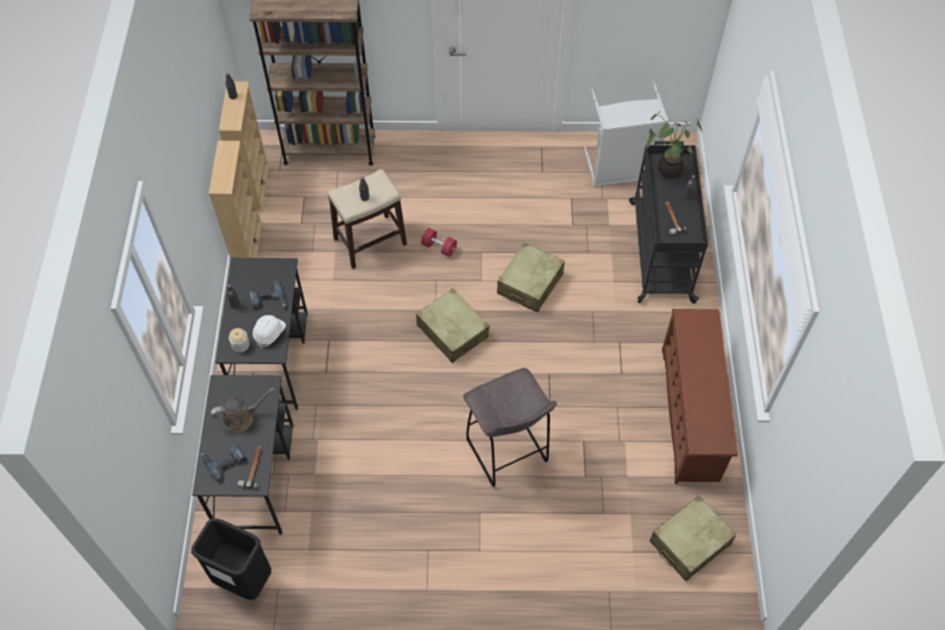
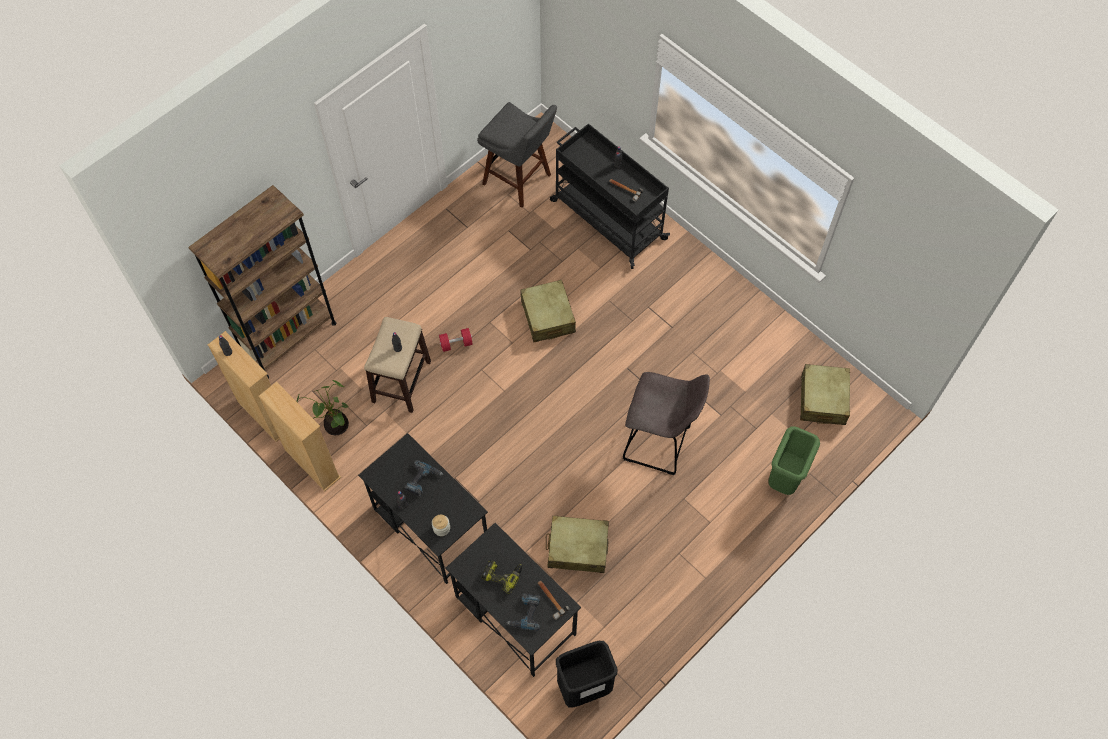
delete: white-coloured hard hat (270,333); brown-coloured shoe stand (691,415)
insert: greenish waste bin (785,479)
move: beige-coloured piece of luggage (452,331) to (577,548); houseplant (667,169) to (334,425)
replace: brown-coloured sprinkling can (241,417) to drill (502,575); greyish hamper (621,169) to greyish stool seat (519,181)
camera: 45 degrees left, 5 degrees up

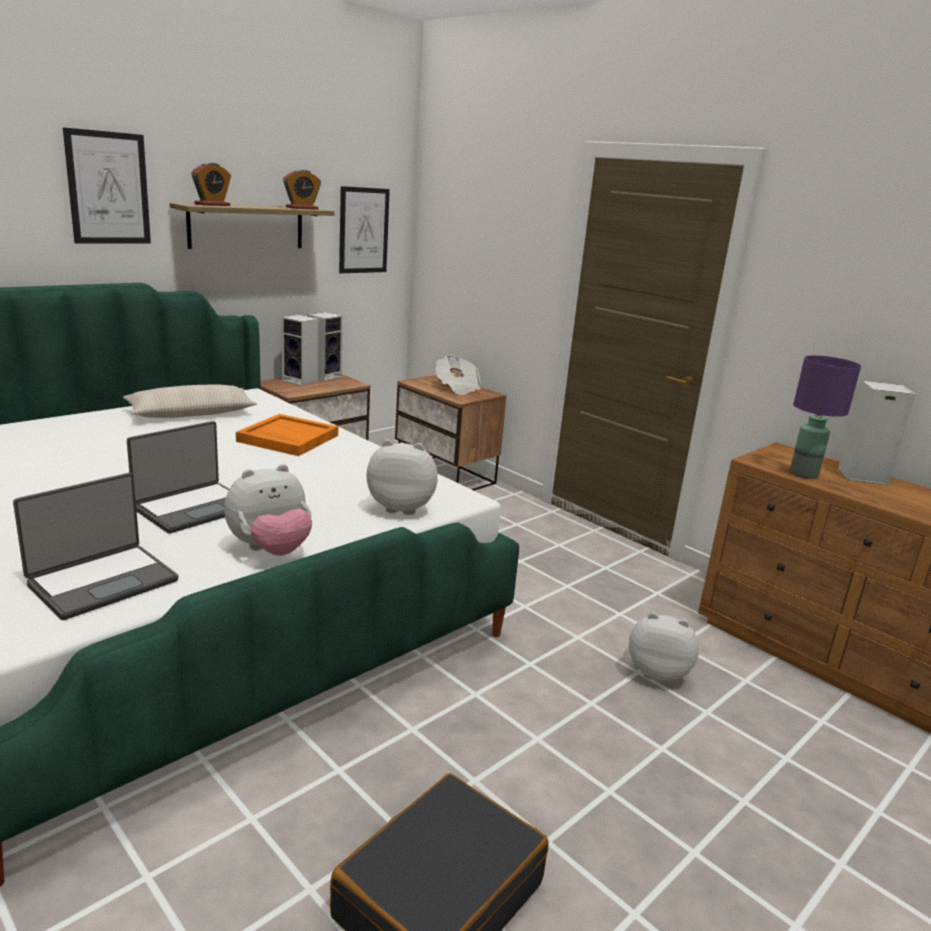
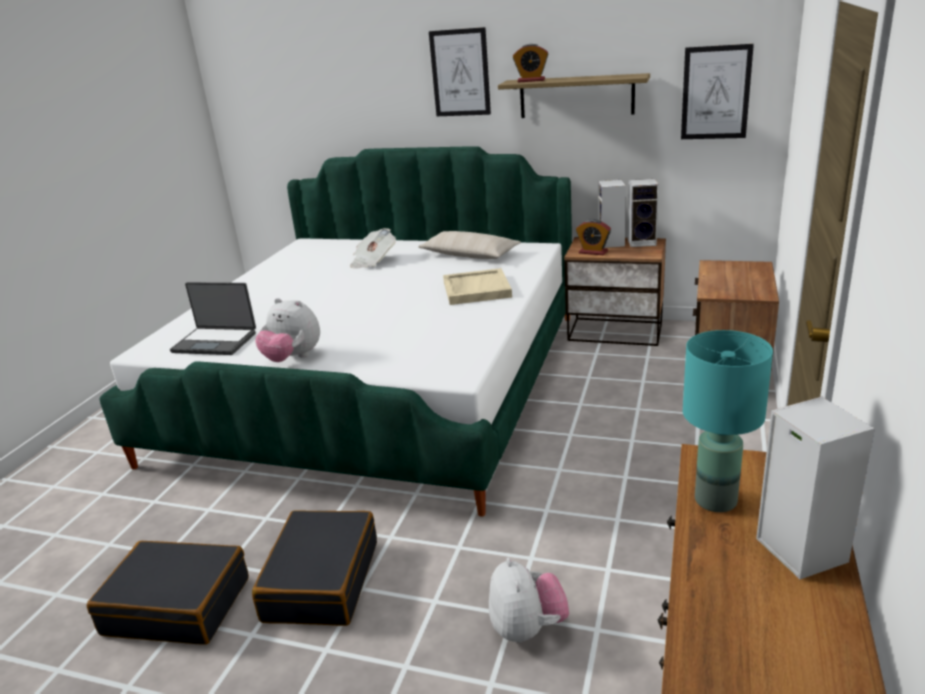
delete: portable computer (193,508); cuddly toy (402,507)
insert: blackish piece of luggage (321,580)
move: table clock (302,208) to (593,252); daily paper (457,388) to (373,261)
recolor: orange-coloured serving tray (287,438) to beige-coloured serving tray (476,289); purplish lamp for a table (802,474) to turquoise-coloured lamp for a table (715,499)
camera: 65 degrees right, 5 degrees up

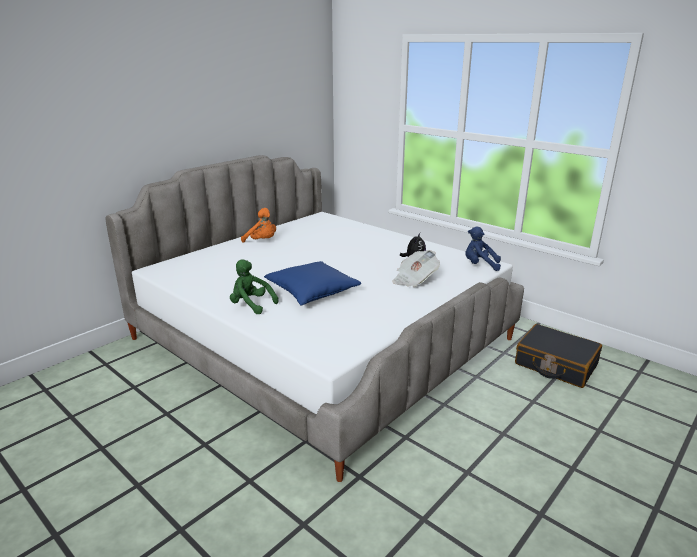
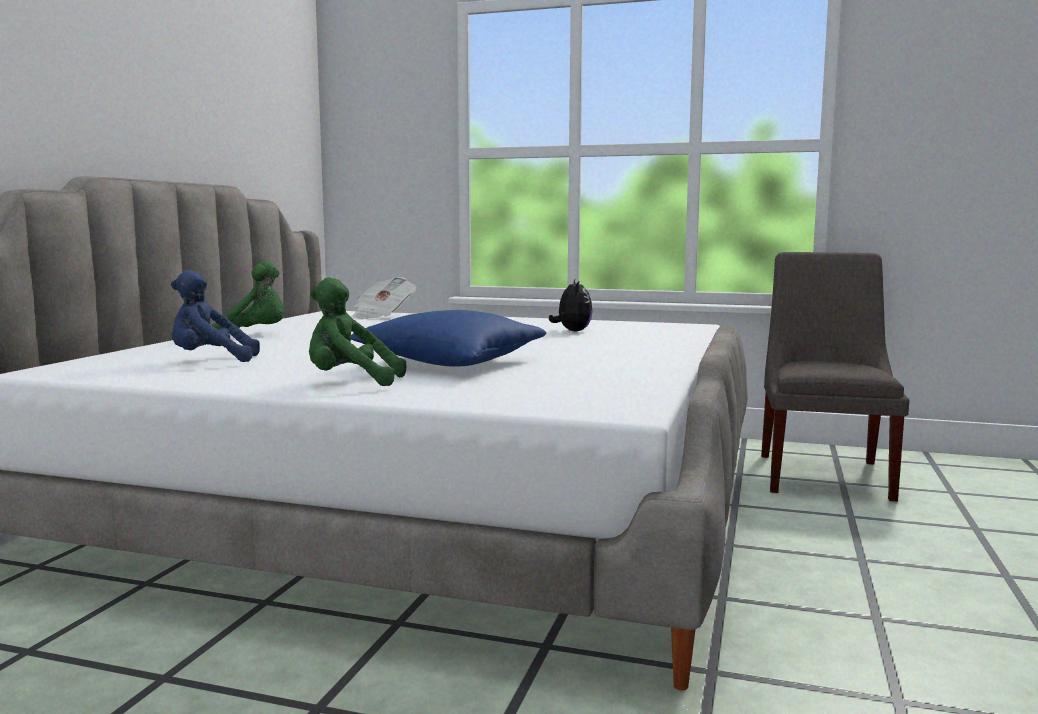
move: daily paper (414,280) to (382,316); bluish cuddly toy (480,265) to (210,361)
replace: blackish piece of luggage (555,364) to greyish chair (824,474)
recolor: orange-coloured cuddly toy (262,241) to greenish cuddly toy (256,334)
camera: 25 degrees left, 15 degrees down

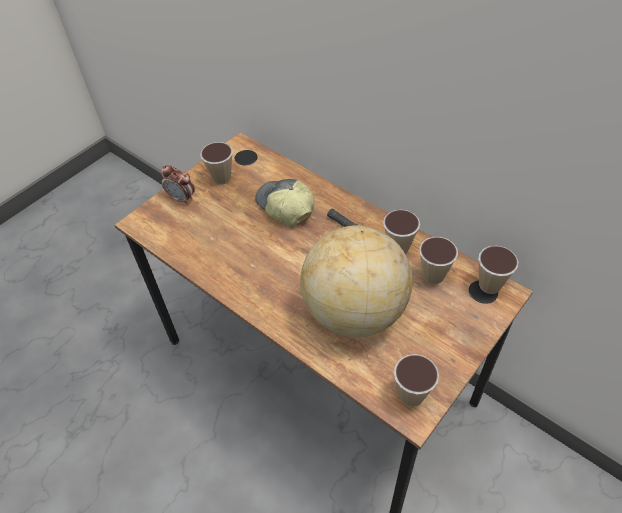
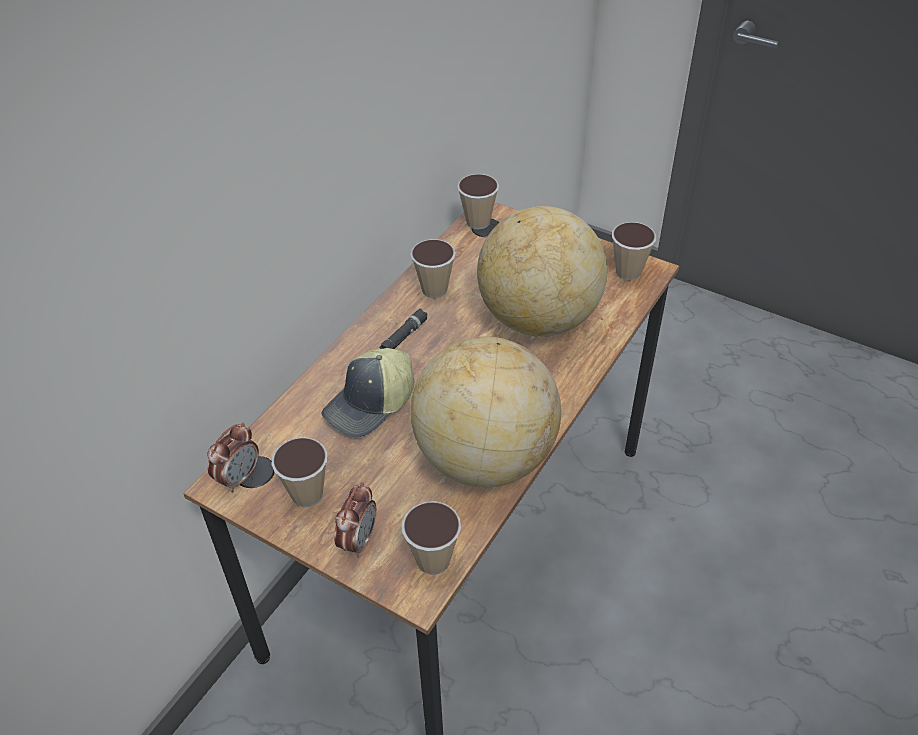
insert: table clock (239,477); desk globe (484,458)
move: small cup (433,275) to (433,560)
camera: 100 degrees left, 5 degrees down

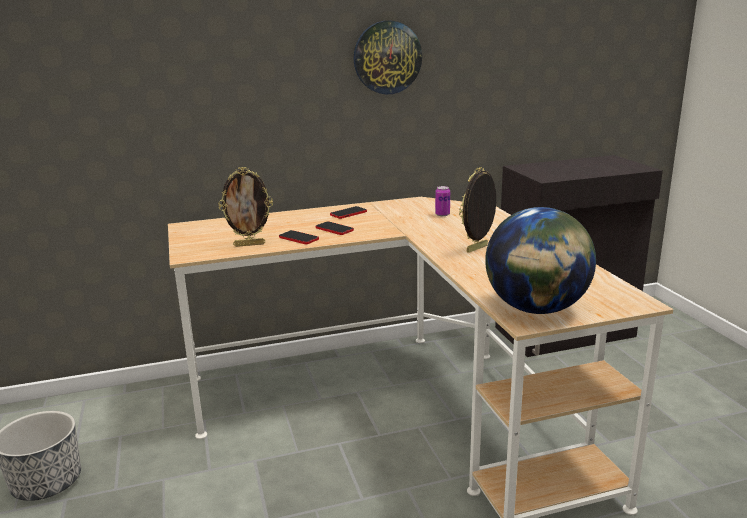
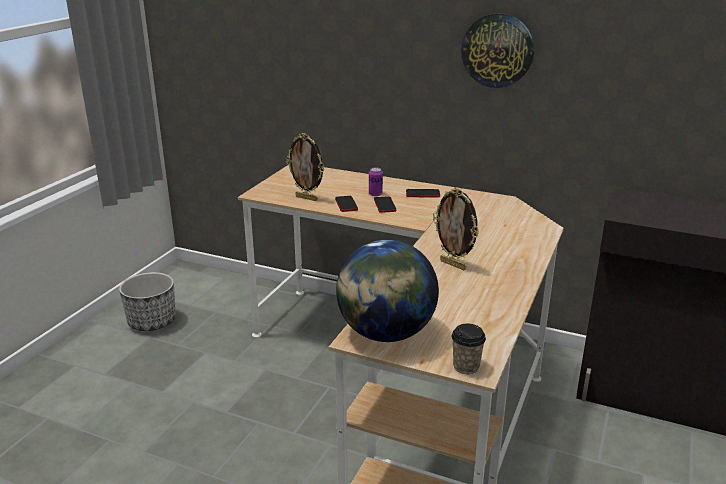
insert: small cup (466,366)
move: can (442,214) to (375,194)
rotate: photo frame (478,249) = (453,265) 135 degrees counterclockwise
camera: 40 degrees right, 5 degrees up

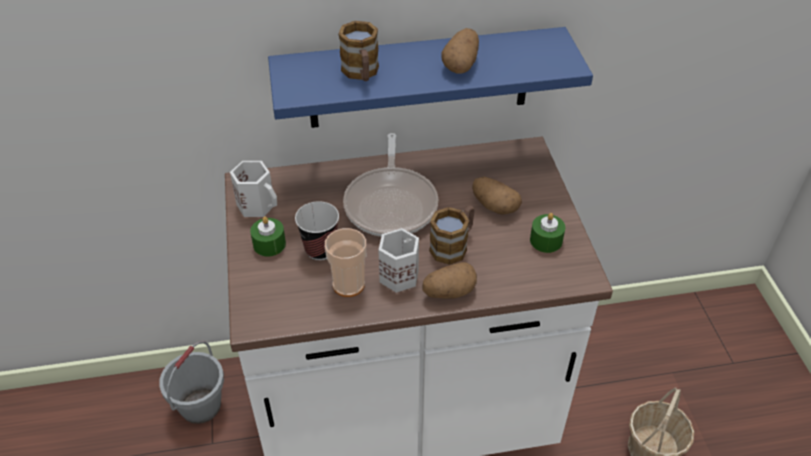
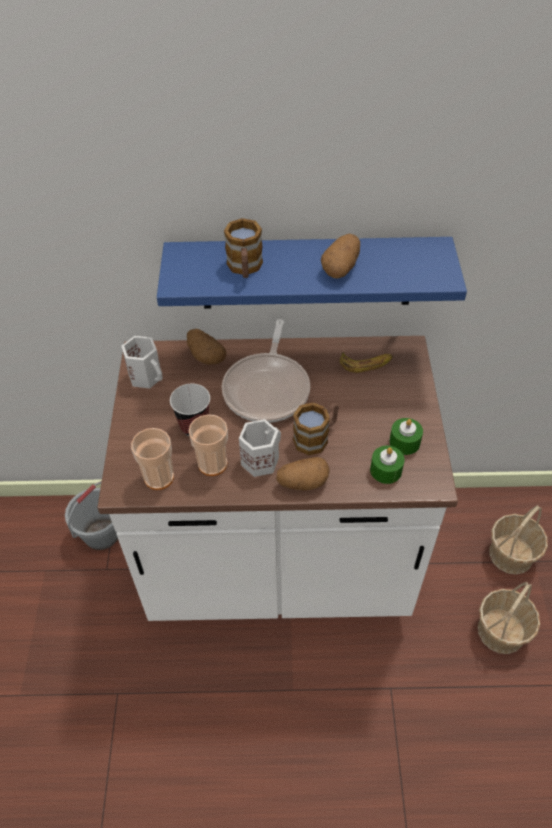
insert: small cup (159,477); banana fruit (366,363); storage basket (511,554)
move: greenish candle (269,244) to (386,470); potato (494,206) to (205,356)
camera: 10 degrees right, 5 degrees up

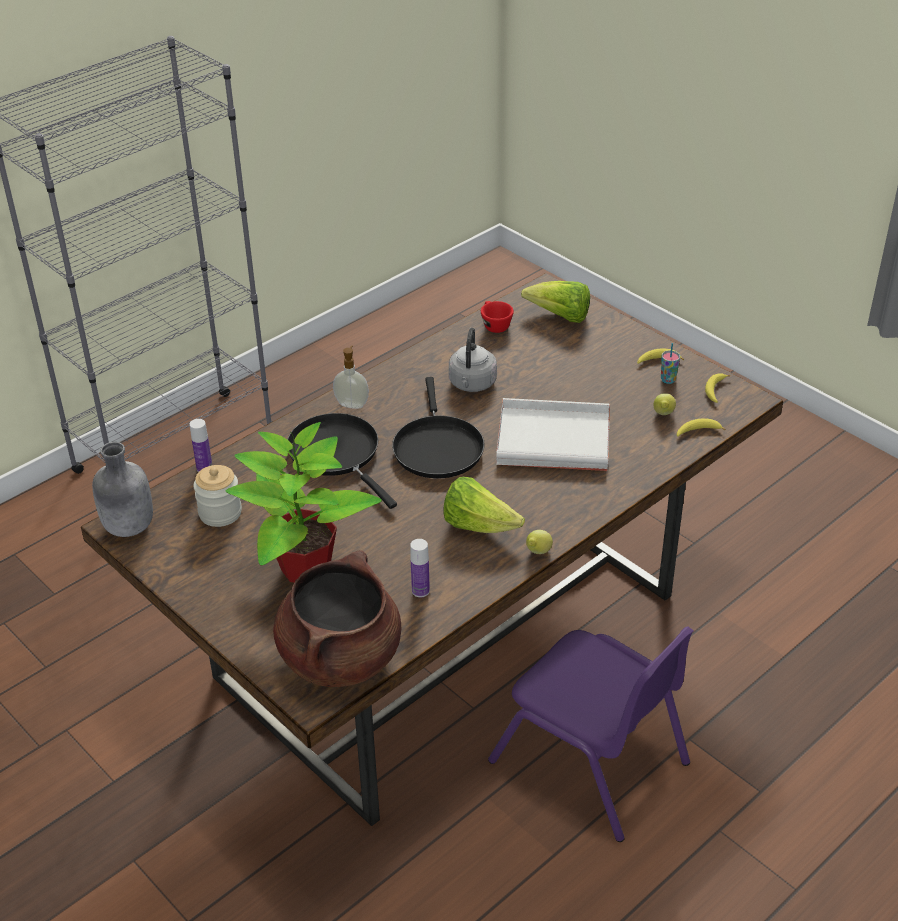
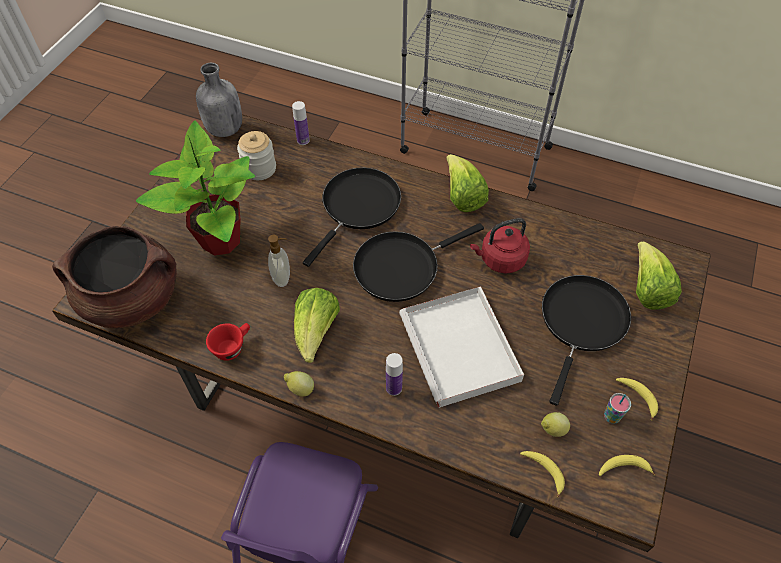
insert: lettuce (463,196); blackish pan (582,323)
move: soap dispenser (352,404) to (282,278); beverage bottle (420,591) to (394,388); red small cup (494,325) to (232,346)
recolor: greyish water kettle (472,384) to red water kettle (500,259)
camera: 65 degrees right, 15 degrees up

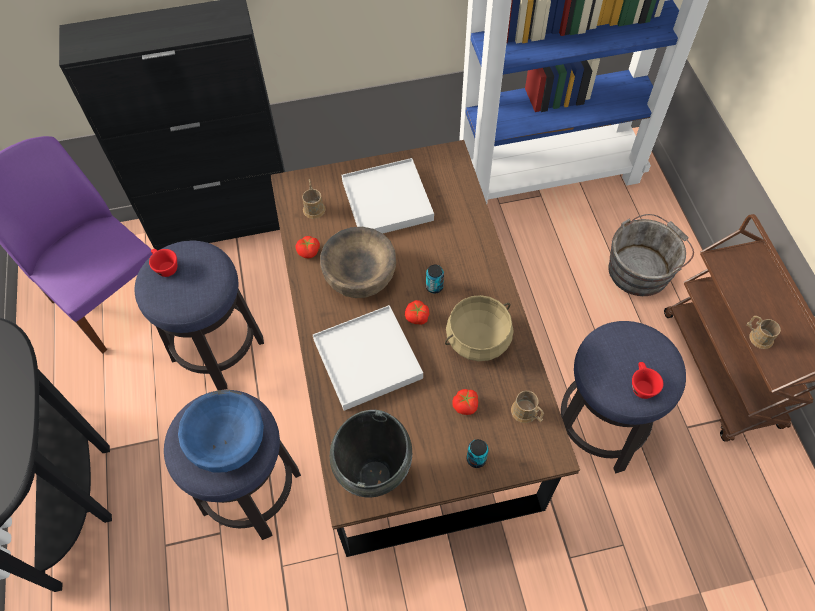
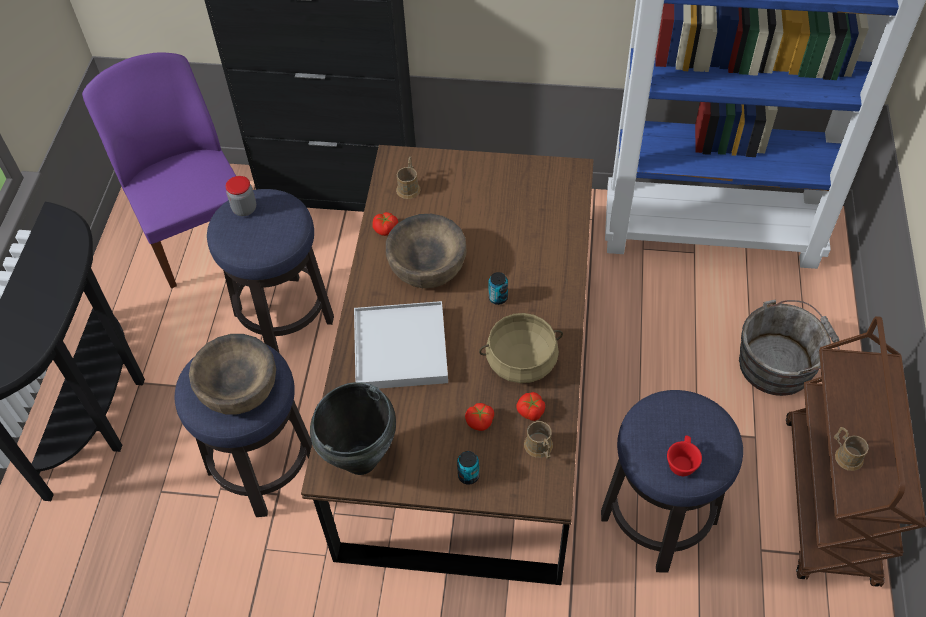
delete: white-coloured serving tray (387,201)
move: tomato (417,317) to (530,411)
replace: red small cup (165,267) to storage jar (244,209)
recolor: bluish deep dish (227,440) to brown-coloured deep dish (238,387)
camera: 20 degrees right, 5 degrees down

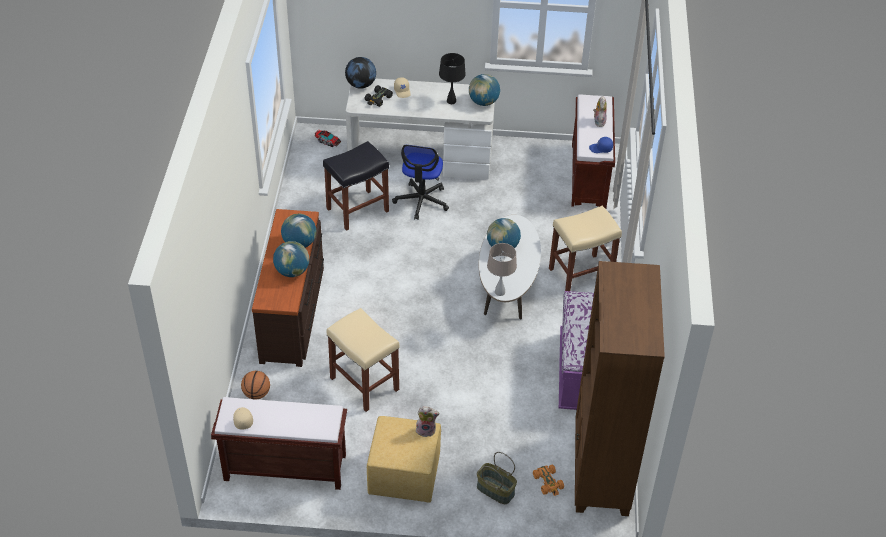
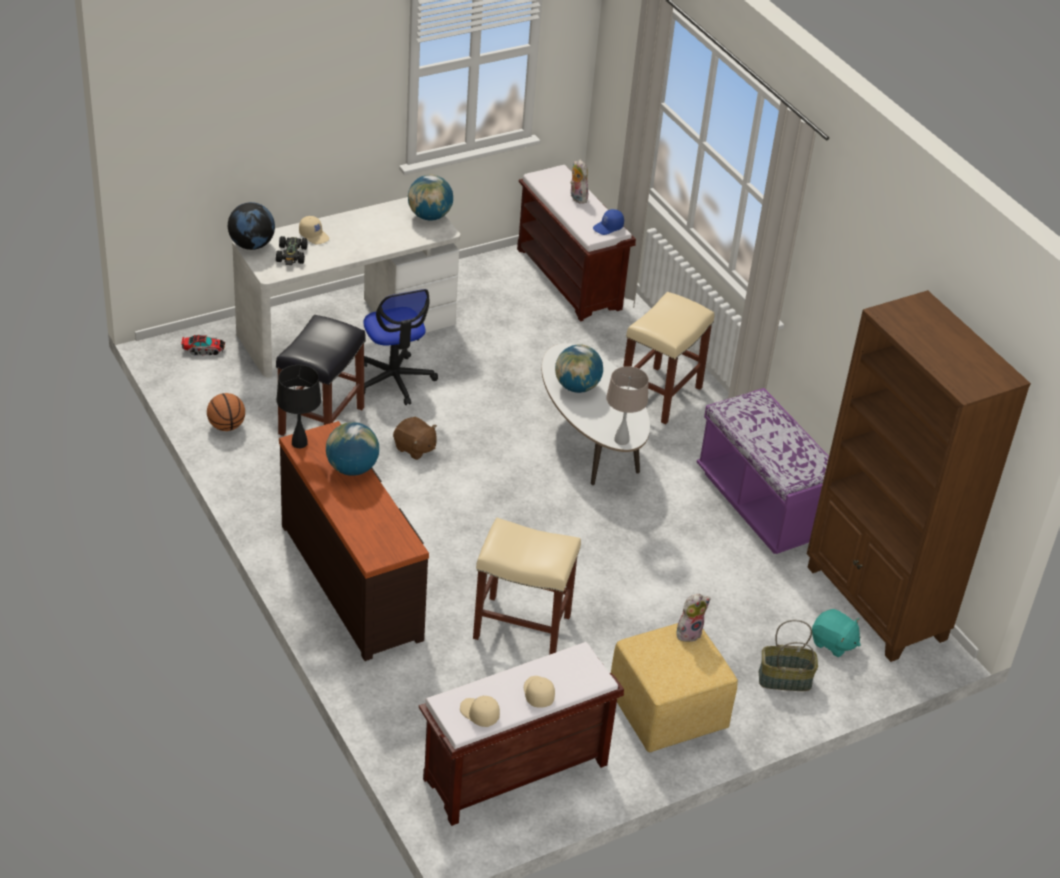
delete: desk globe (292,271)
insert: brown-coloured cuddly toy (415,448); beige-coloured cap (537,693)
move: ball for basketball (256,394) to (226,426); blackish lamp for a table (451,101) to (299,443)
replace: orange-coloured miniature car (548,482) to turquoise-coloured cuddly toy (833,643)
camera: 35 degrees left, 5 degrees down

